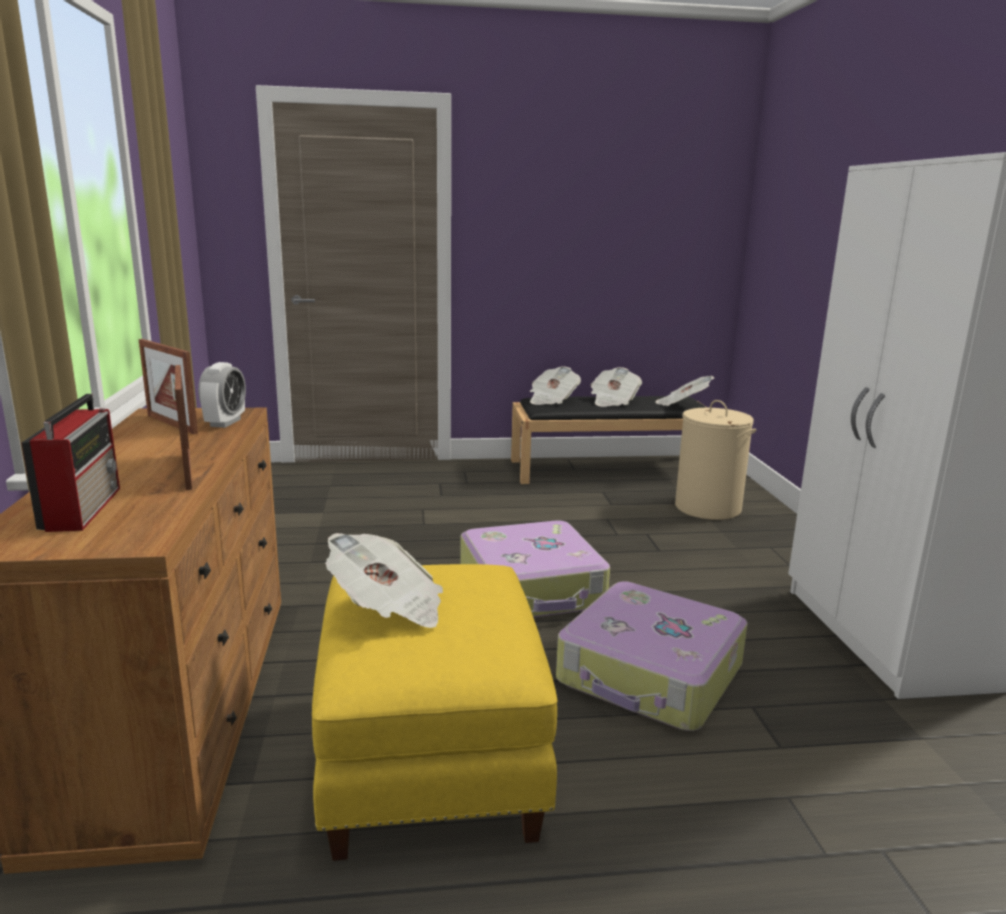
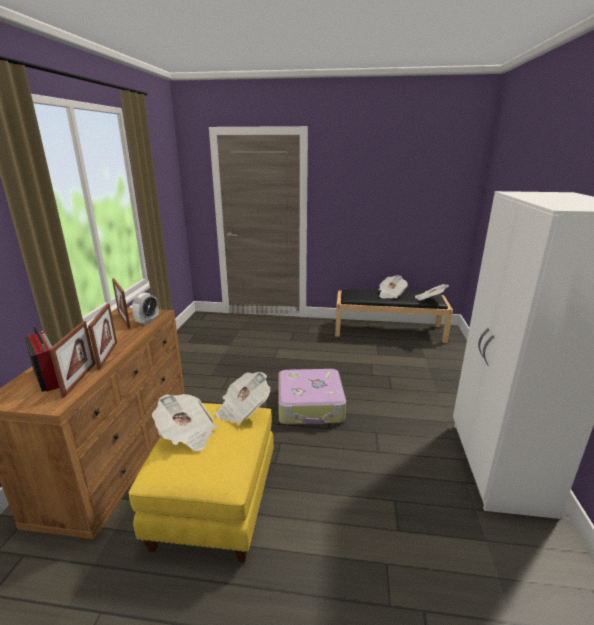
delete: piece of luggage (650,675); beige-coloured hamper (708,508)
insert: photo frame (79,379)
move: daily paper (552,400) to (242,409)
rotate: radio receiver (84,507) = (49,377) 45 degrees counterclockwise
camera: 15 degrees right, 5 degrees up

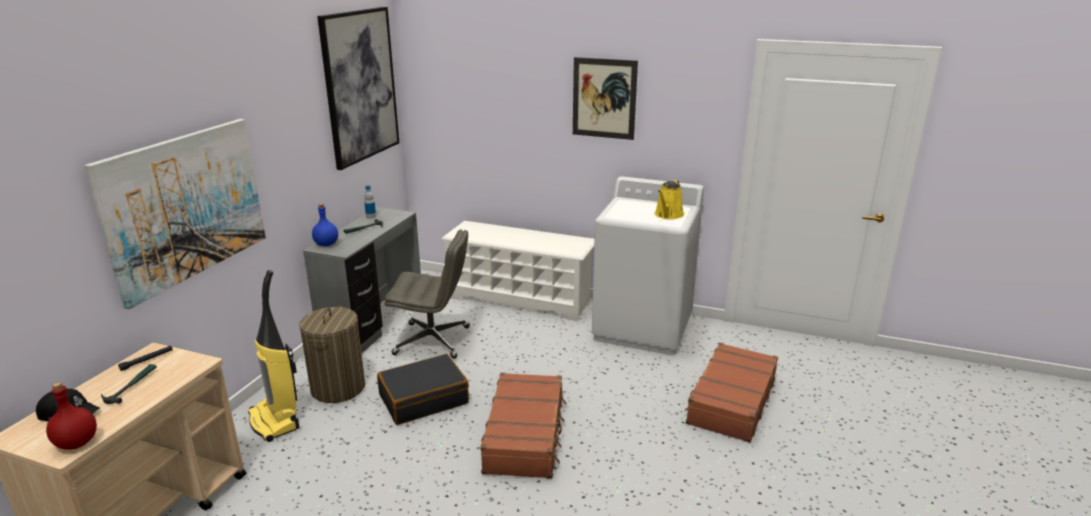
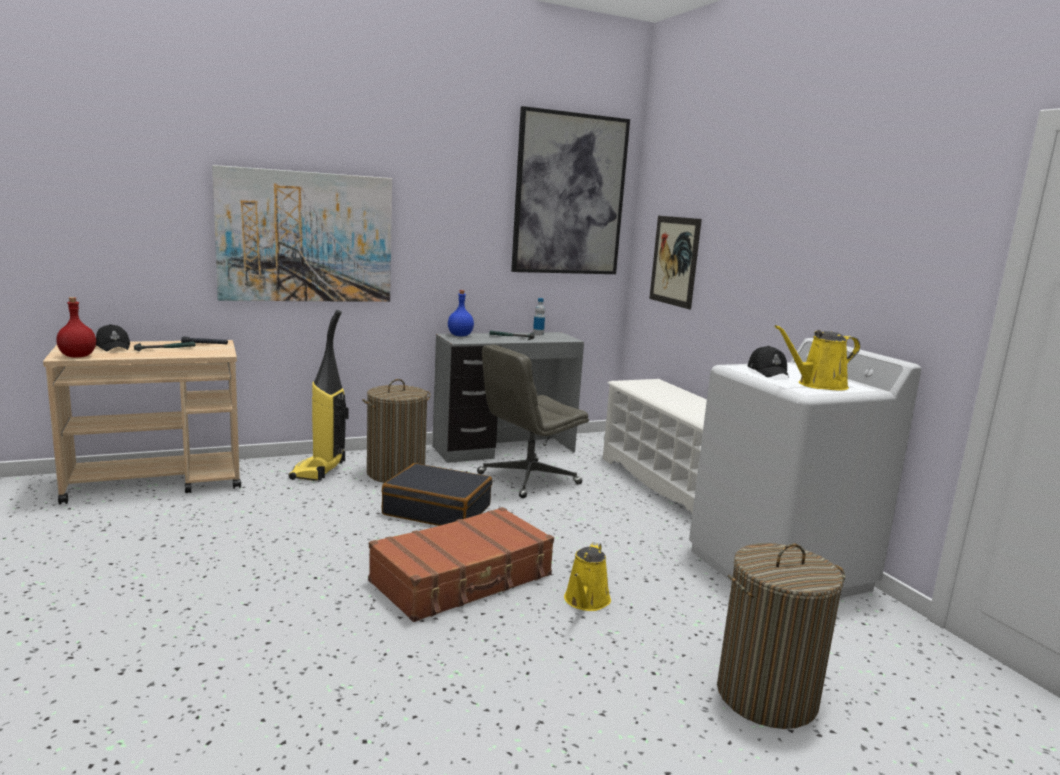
insert: yellow sprinkling can (586,601); blackish cap (768,372)
move: wall picture (604,98) to (674,261)
replace: brown-coloured piece of luggage (730,401) to hamper (766,696)
rotate: greyish computer chair (433,340) = (528,479) 90 degrees clockwise
camera: 45 degrees right, 10 degrees down

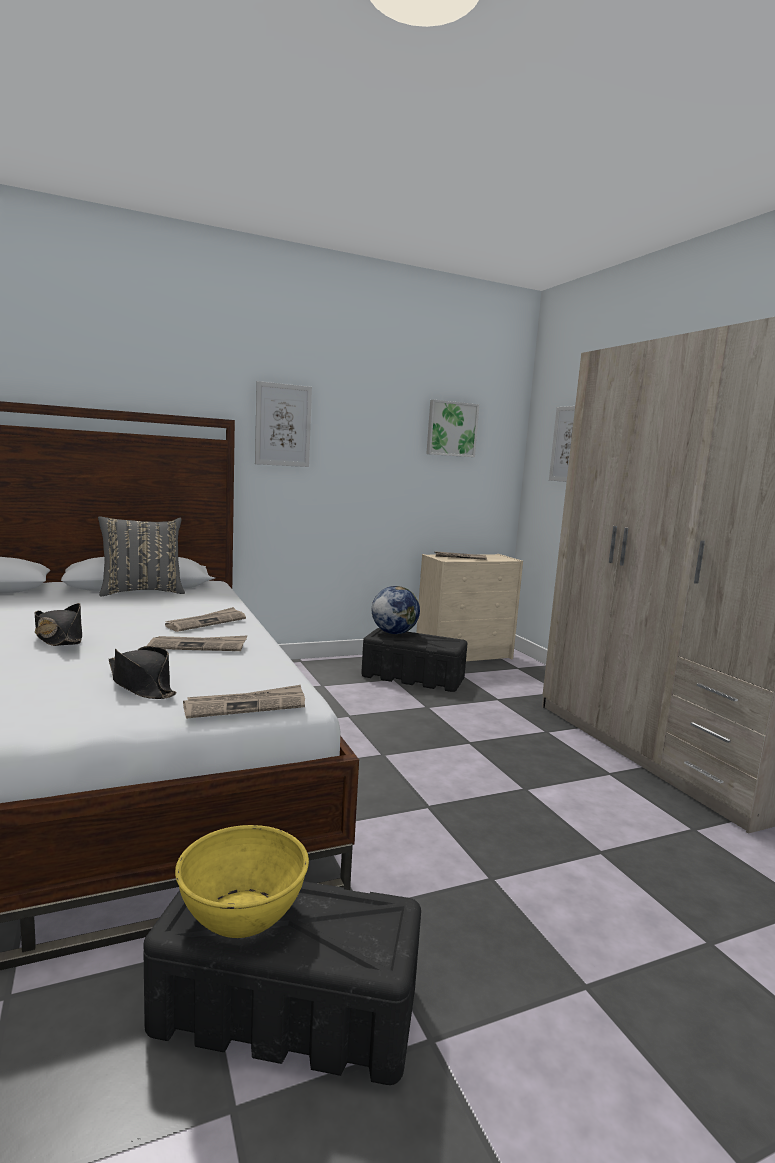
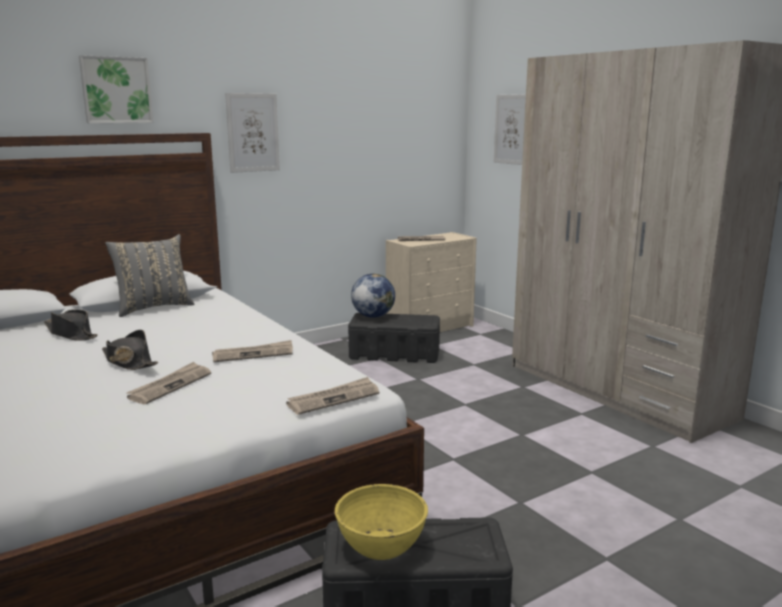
move: blackish clothing hat (141,684) to (71,334); daily paper (206,622) to (170,385); wall picture (451,429) to (116,90)
camera: 10 degrees left, 5 degrees up

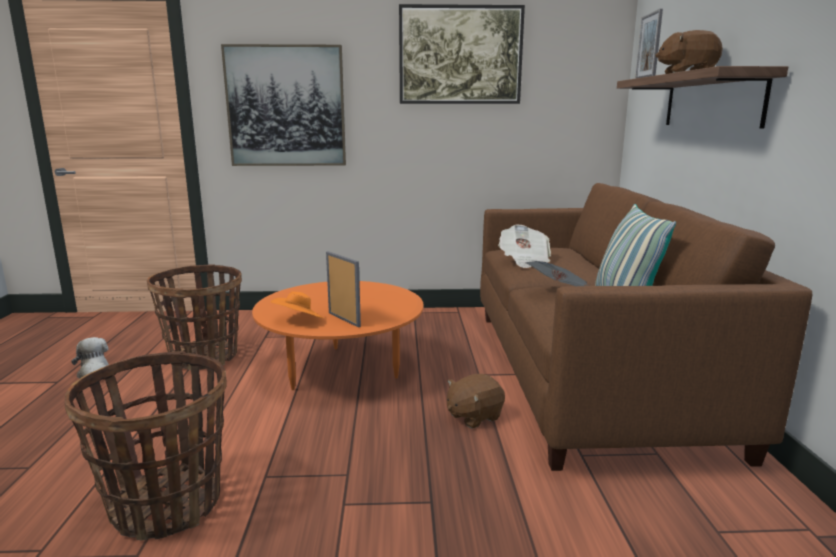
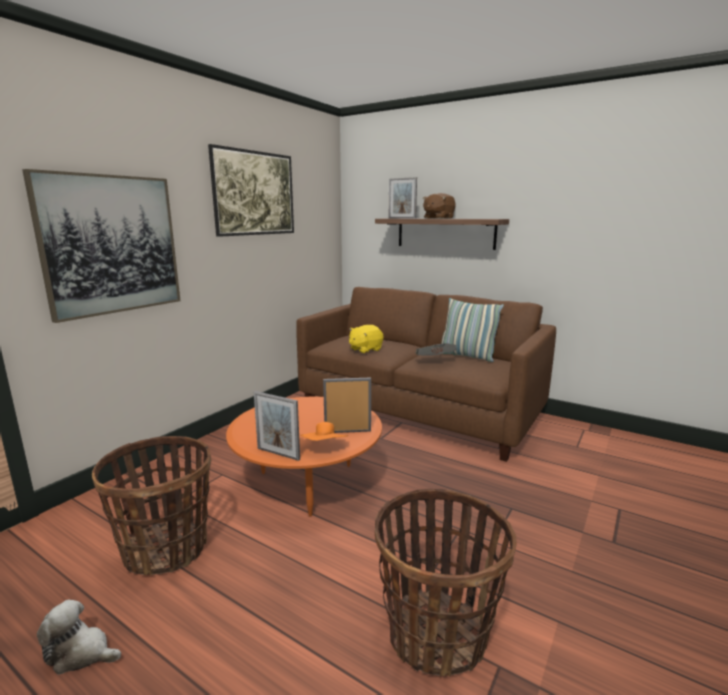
delete: brown-coloured cuddly toy (473,416)
insert: photo frame (278,454)
replace: daily paper (524,261) to yellow cuddly toy (365,349)
camera: 55 degrees left, 0 degrees up

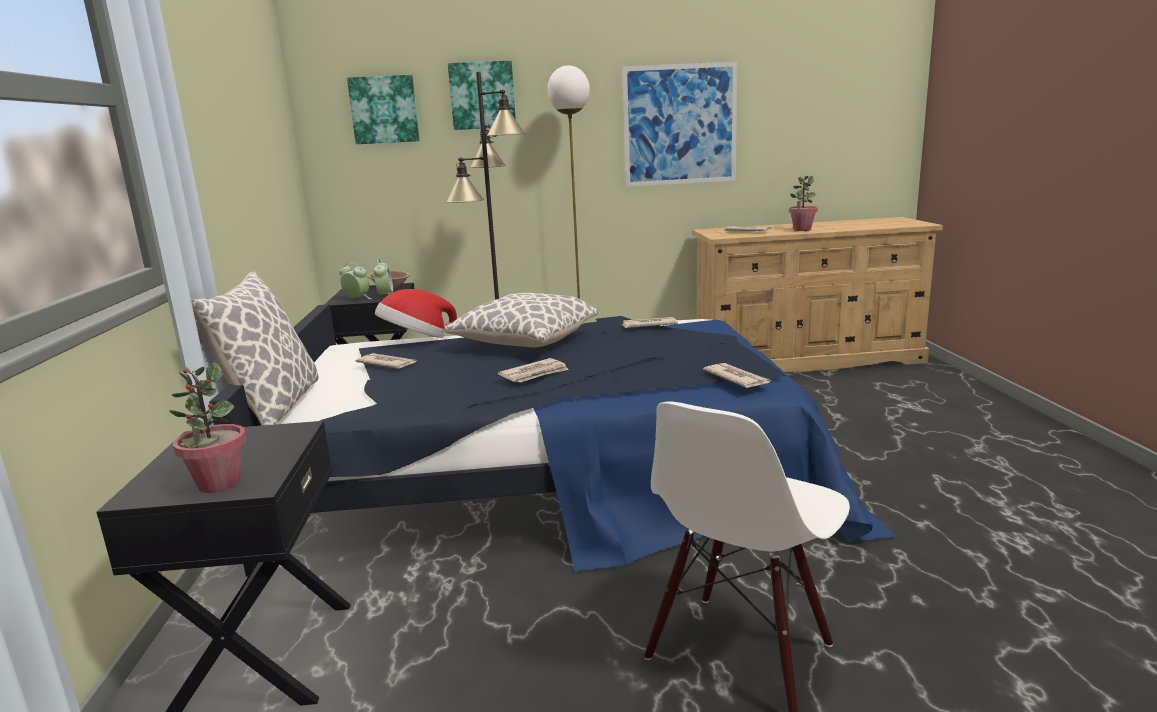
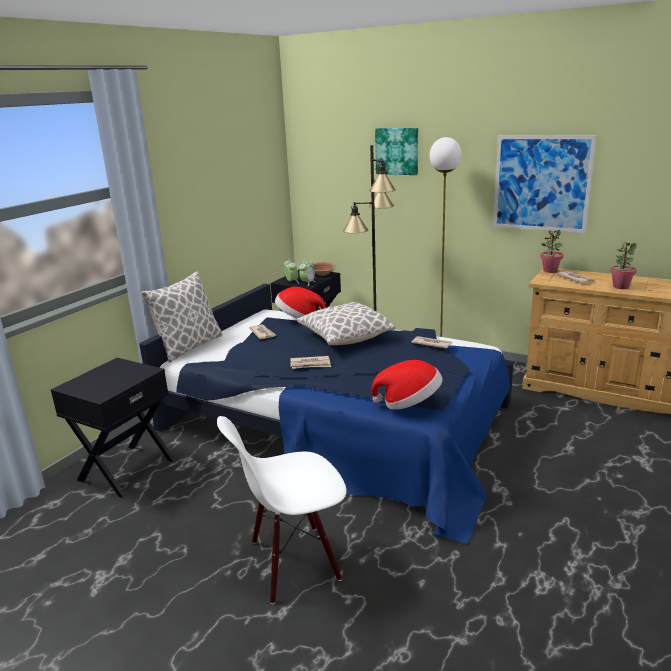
delete: wall picture (384,110)
move: houseplant (218,484) to (550,271)
replace: daily paper (736,378) to clothing hat (409,403)
camera: 35 degrees right, 5 degrees up

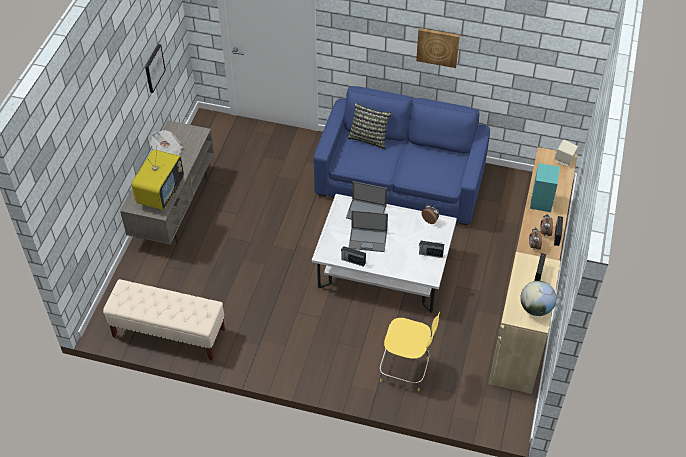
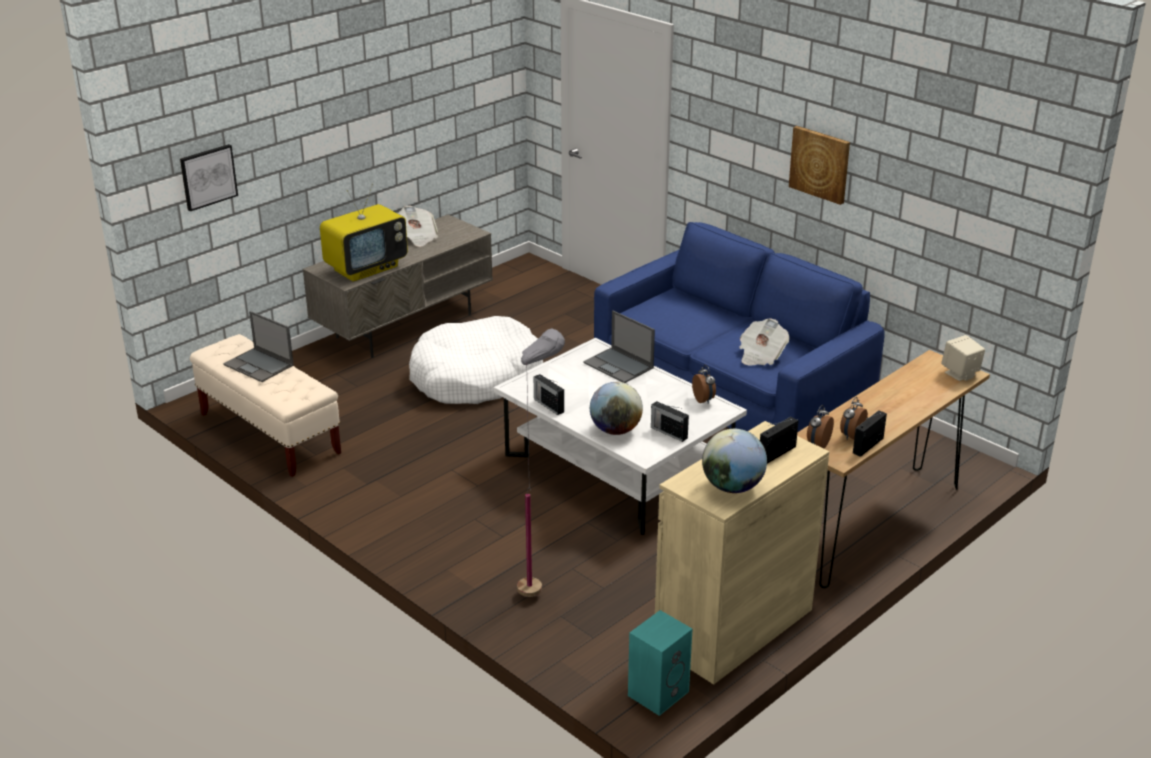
delete: pillow (369,138)
insert: white-coloured dog bed (476,377); desk globe (615,430); daily paper (761,355)
move: wall picture (154,68) to (208,177); portable computer (368,239) to (259,365); turquoise-coloured audio speaker (541,201) to (658,692)
replace: yellow stool seat (406,370) to greyish standing lamp (541,583)
camera: 30 degrees right, 20 degrees down

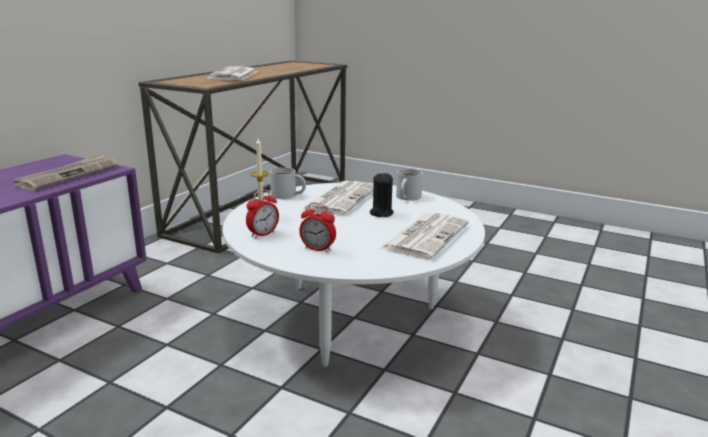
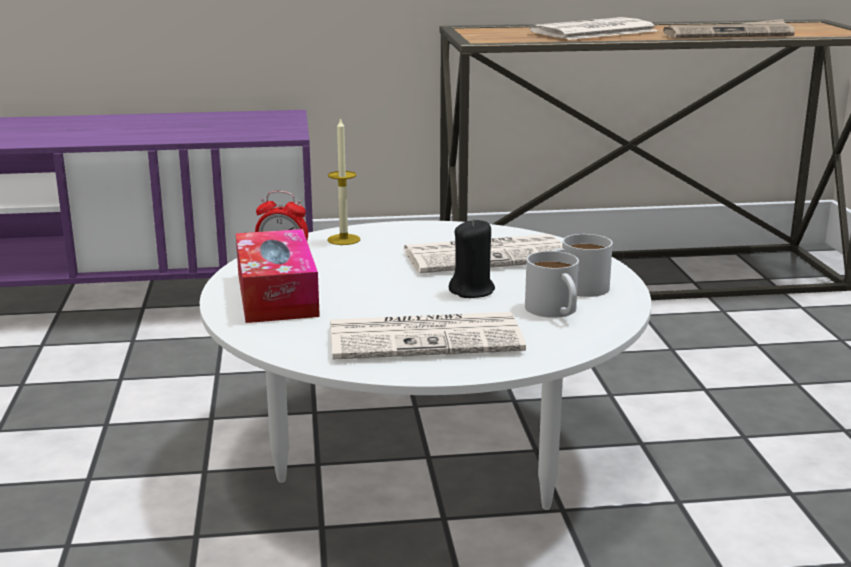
move: daily paper (69,175) to (728,34); white-coloured mug (288,195) to (555,311)
replace: table clock (318,249) to tissue box (276,294)
camera: 55 degrees right, 0 degrees up

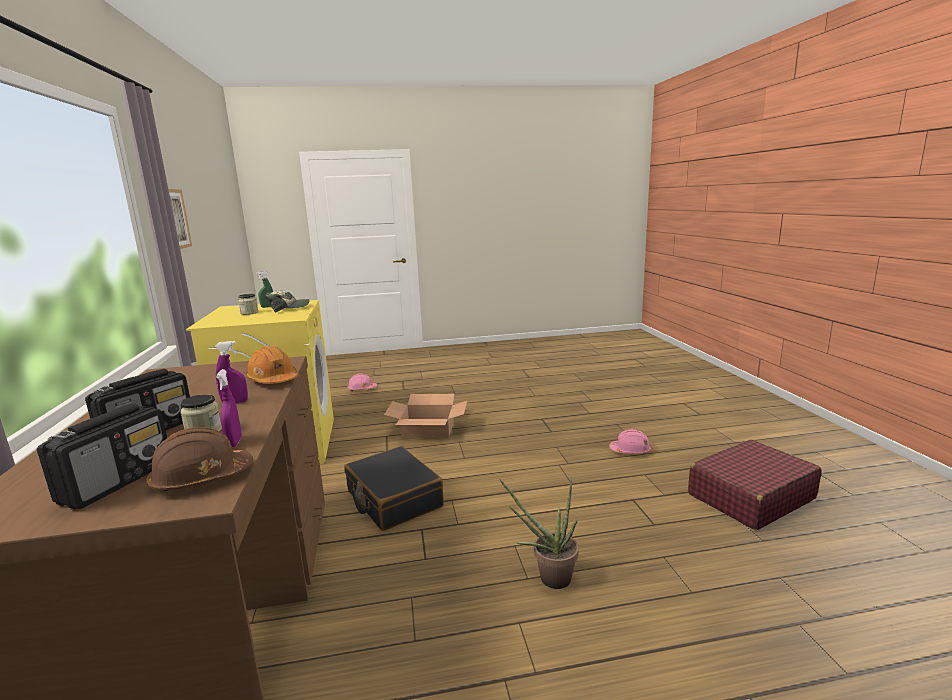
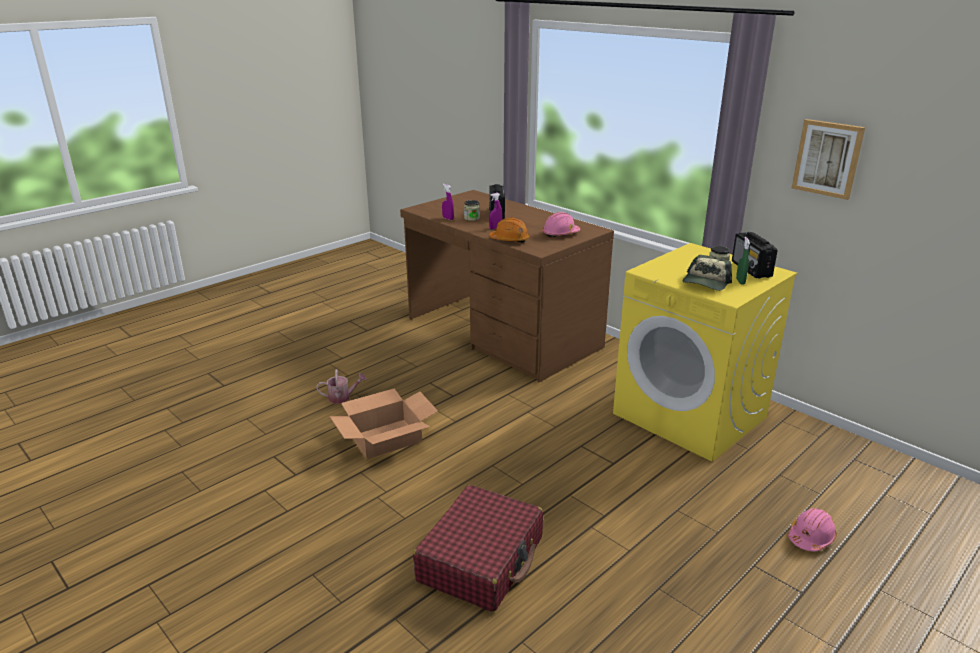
delete: brown-coloured hard hat (201,478); blackish piece of luggage (393,499)
move: radio receiver (118,481) to (751,269); packing box (428,429) to (386,438); pink hard hat (630,451) to (560,234); red piece of luggage (750,497) to (481,559)
replace: houseplant (548,578) to sprinkling can (342,397)
camera: 145 degrees right, 10 degrees up

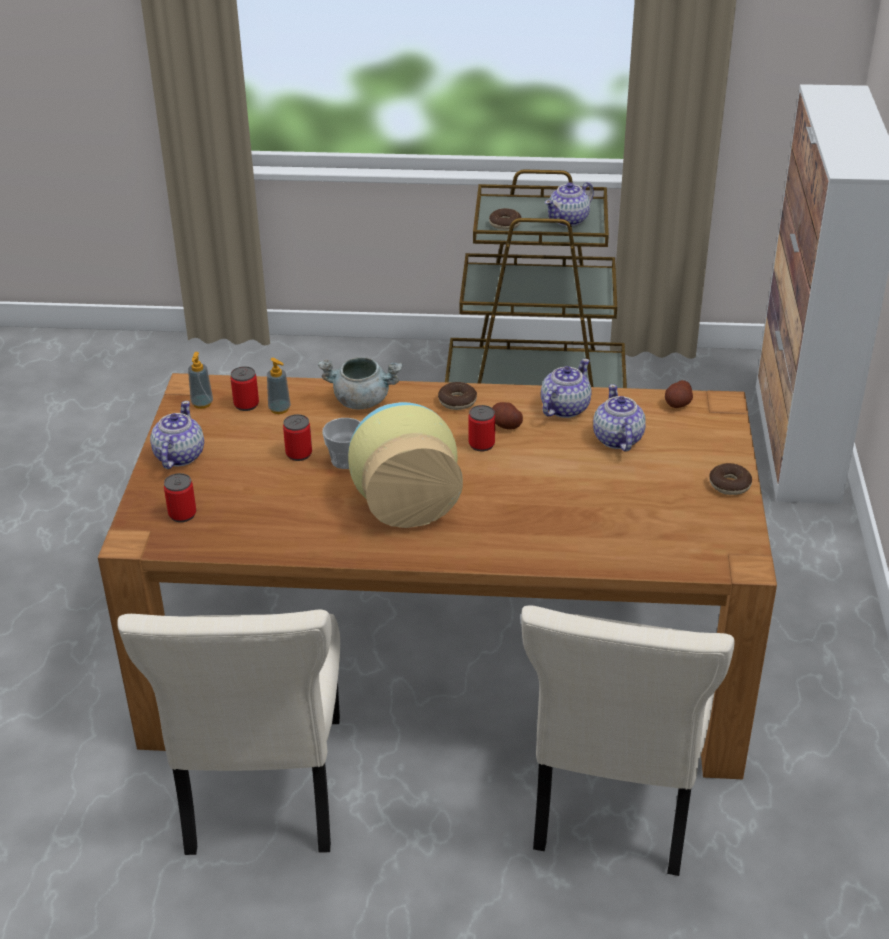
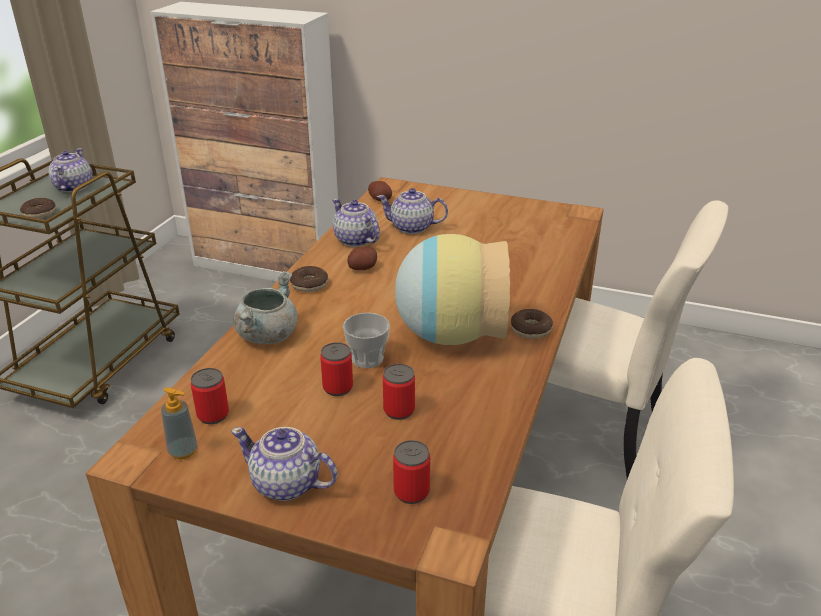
delete: soap dispenser (279,409)
move: can (481,444) to (399,410); doughnut (729,485) to (530,329)
rotate: teapot (569,220) = (73,187) 150 degrees counterclockwise
camera: 75 degrees left, 5 degrees down

